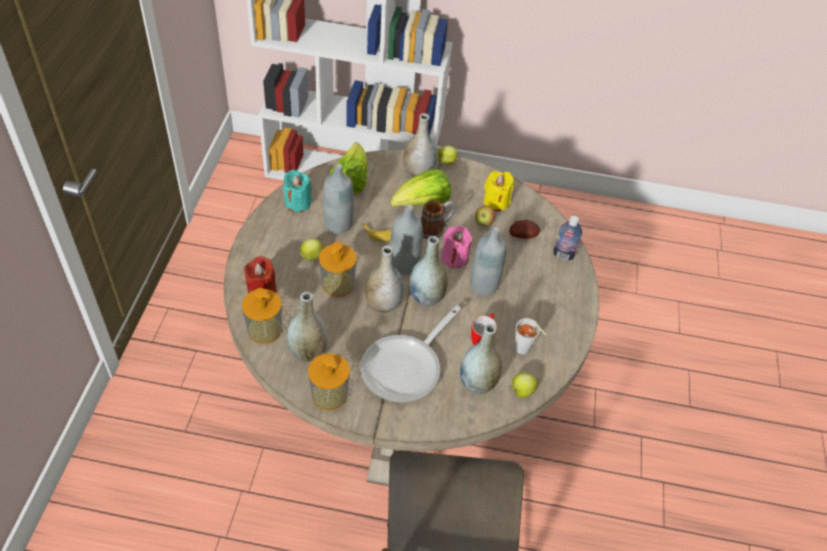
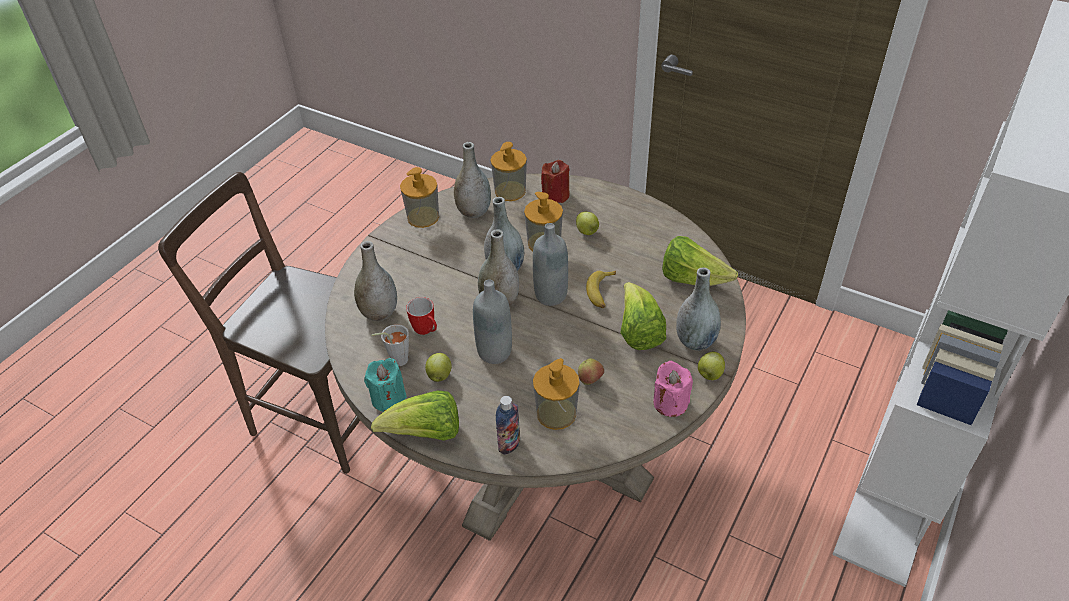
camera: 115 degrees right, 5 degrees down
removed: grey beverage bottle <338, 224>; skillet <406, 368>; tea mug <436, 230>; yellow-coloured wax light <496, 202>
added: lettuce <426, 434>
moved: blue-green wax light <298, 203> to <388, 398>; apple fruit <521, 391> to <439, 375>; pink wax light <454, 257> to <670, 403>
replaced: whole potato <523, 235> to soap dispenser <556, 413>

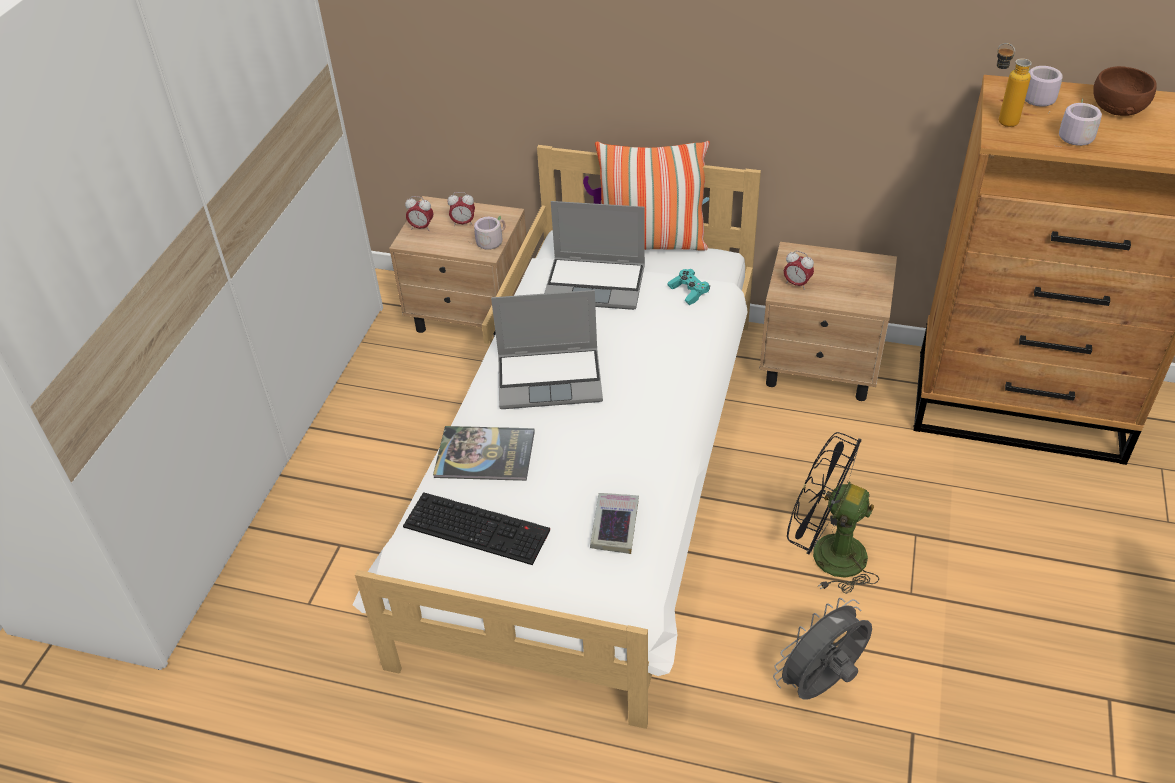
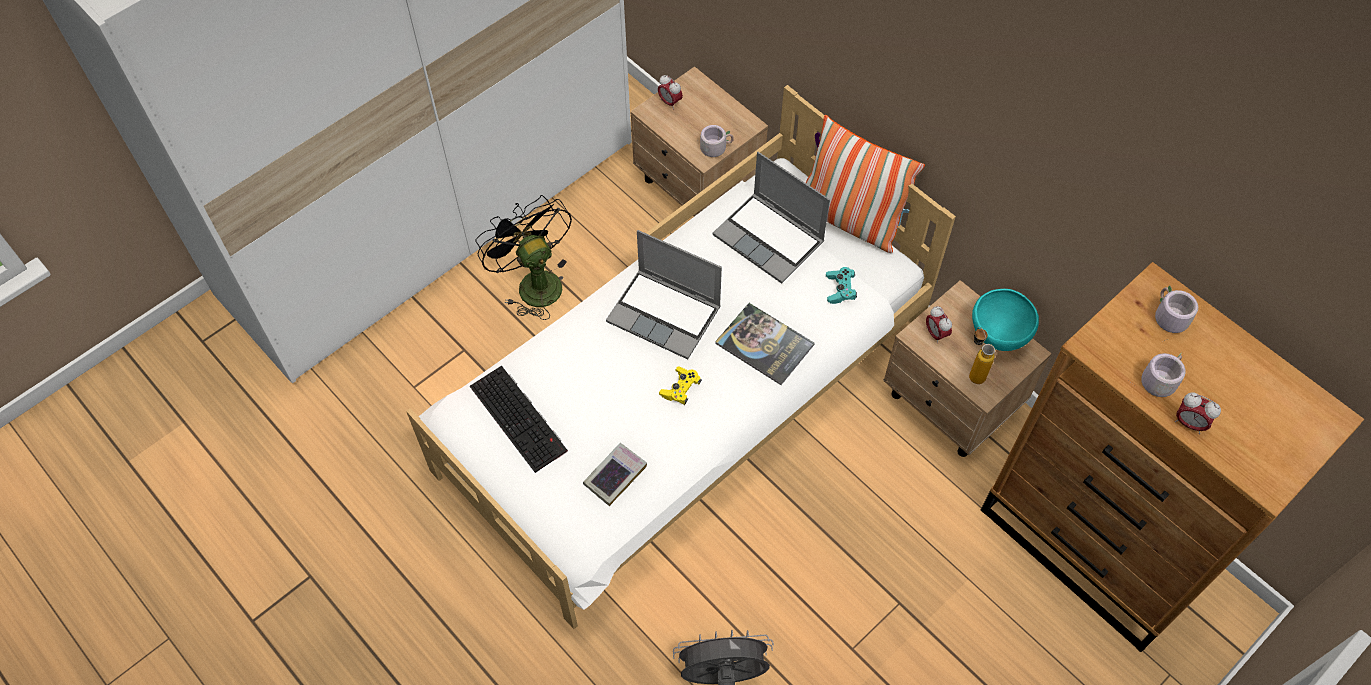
camera: 30 degrees right, 15 degrees up
removed: brown-coloured bowl <1117, 108>
added: yellow-coloured gamepad <680, 389>; blue-green bowl <997, 335>
moved: black fan <826, 554> to <533, 282>; volume <485, 454> to <764, 344>; beverage bottle <1000, 120> to <973, 372>; alarm clock <463, 223> to <1189, 423>

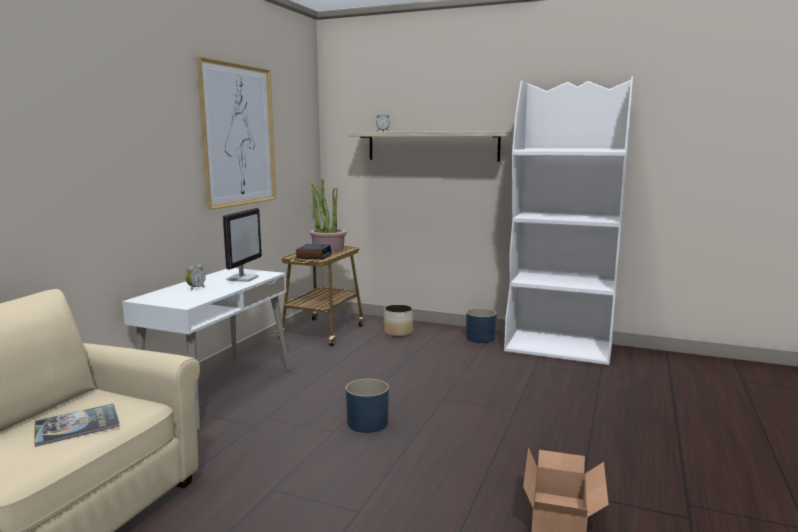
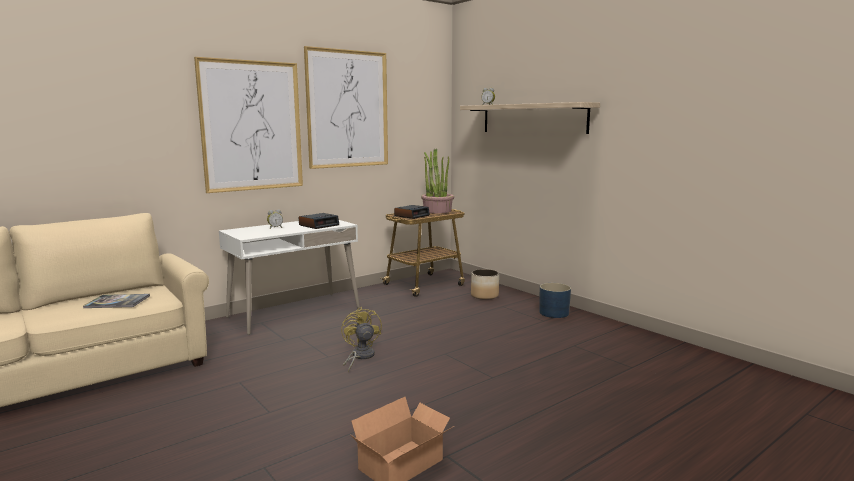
camera: 30 degrees right, 0 degrees up
removed: white-coloured shelving unit <559, 348>
added: wall art <251, 126>
replaced: computer display <242, 278> to alarm clock <319, 225>; bluish planter <367, 423> to yellow-coloured fan <360, 357>

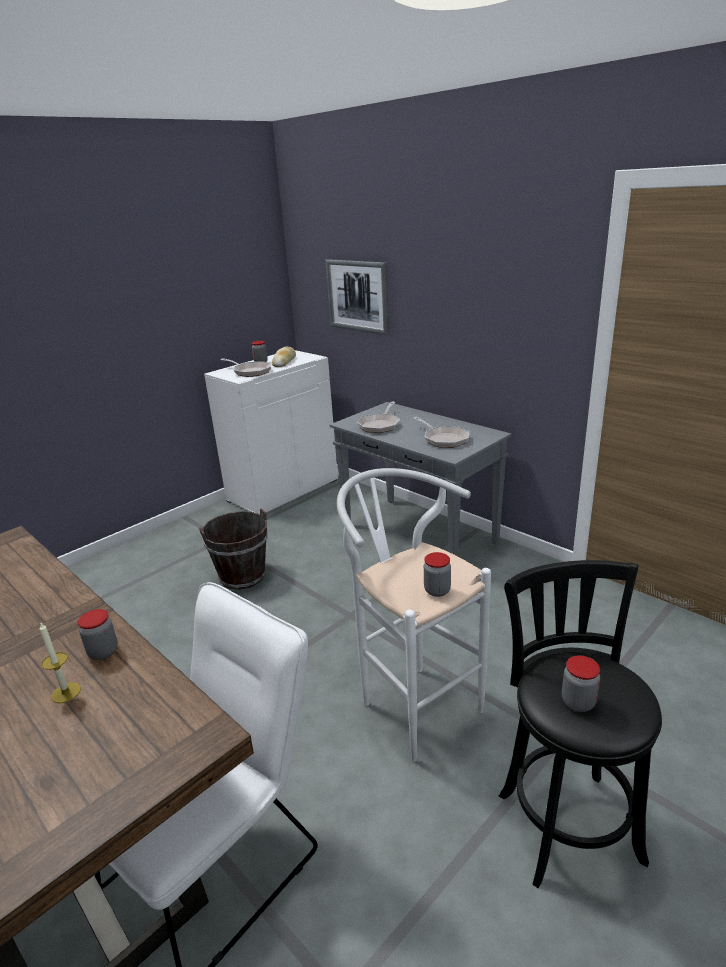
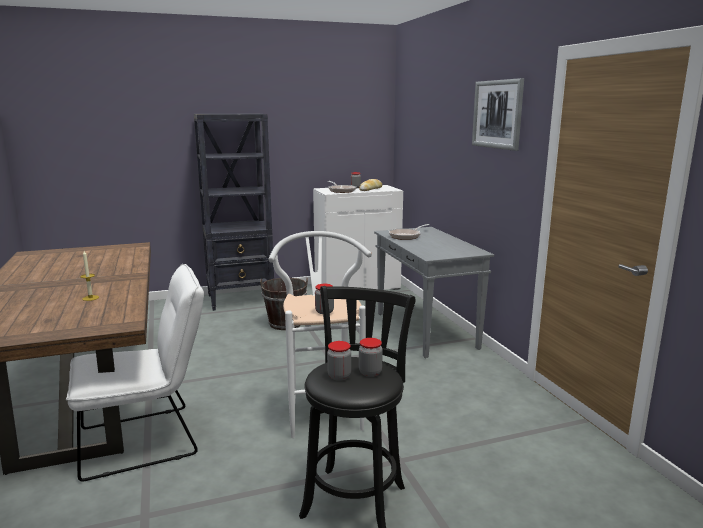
camera: 25 degrees right, 10 degrees down
removed: skillet <443, 439>
added: black shelving unit <241, 299>
moved: preserve jar <103, 652> to <370, 372>; wall art <358, 296> to <497, 114>

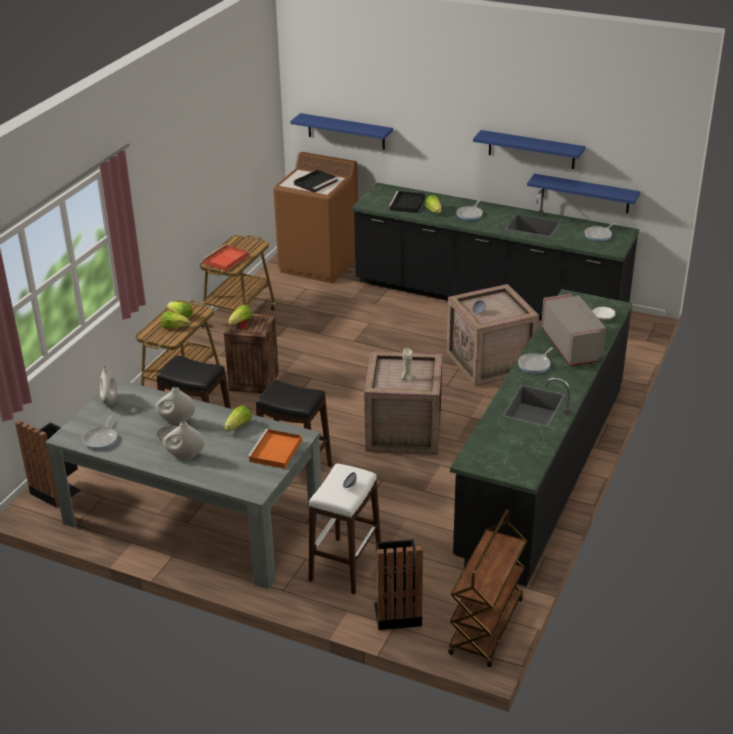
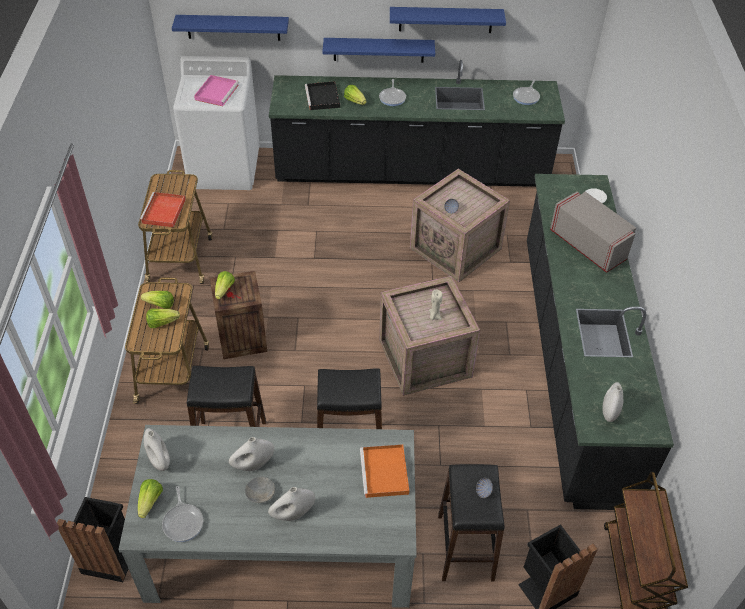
camera: 25 degrees left, 15 degrees up
removed: skillet <535, 364>
added: white-coloured flower vase <609, 412>
moved: lettuce <238, 426> to <150, 502>; bluish shelf <585, 193> to <378, 50>
recoloured: brown-coloured laundry appliance <319, 264> to white-coloured laundry appliance <225, 168>; black tray <316, 182> to pink tray <217, 92>; white-coloured stool seat <345, 566> to black stool seat <465, 548>

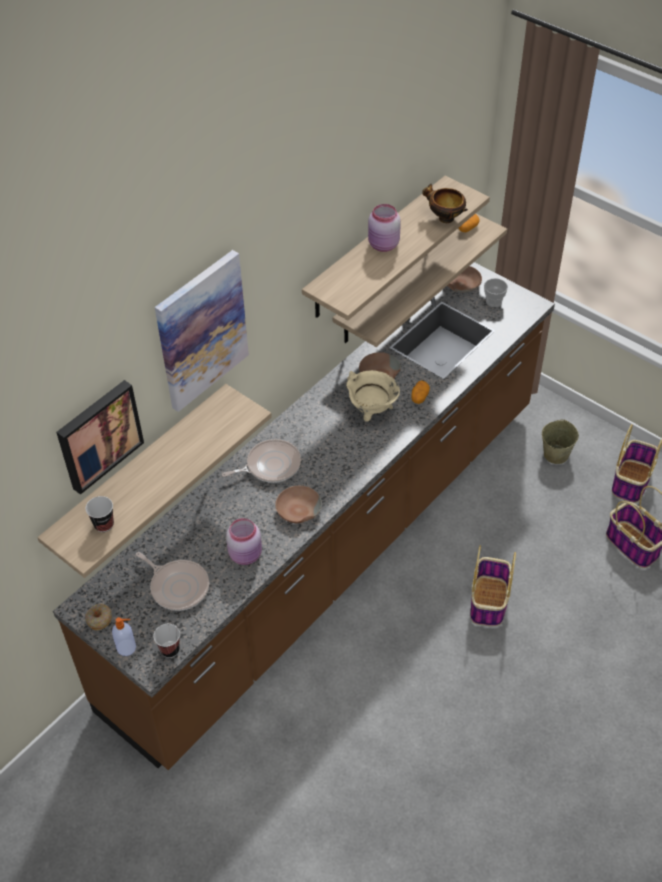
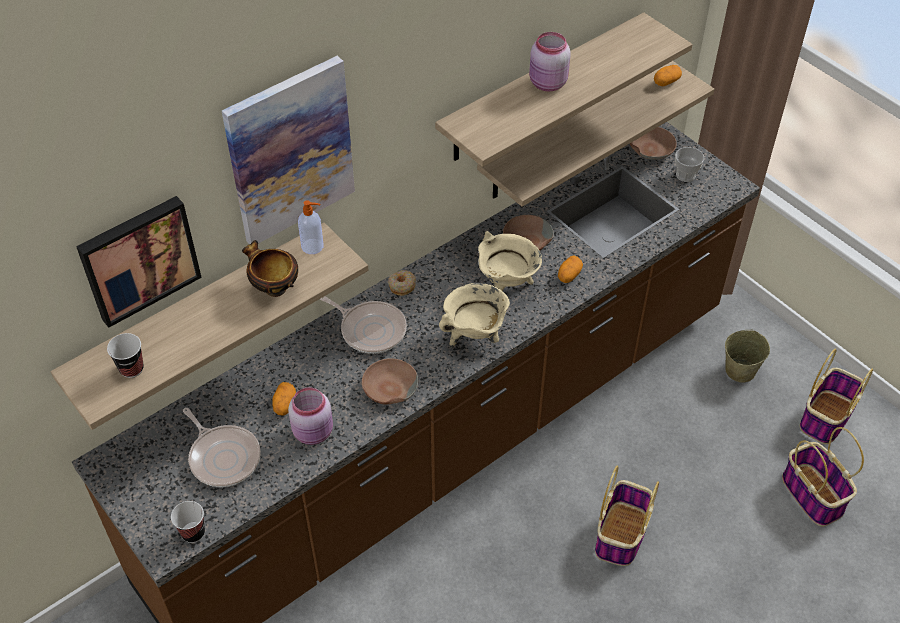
camera: 10 degrees right, 0 degrees up
added: whole potato <284, 404>; beige stockpot <475, 336>
moved: bowl <444, 218> to <273, 288>; soap dispenser <127, 647> to <313, 246>; donut <99, 619> to <402, 286>
turned: skillet <270, 465> = <370, 329> 45 degrees clockwise

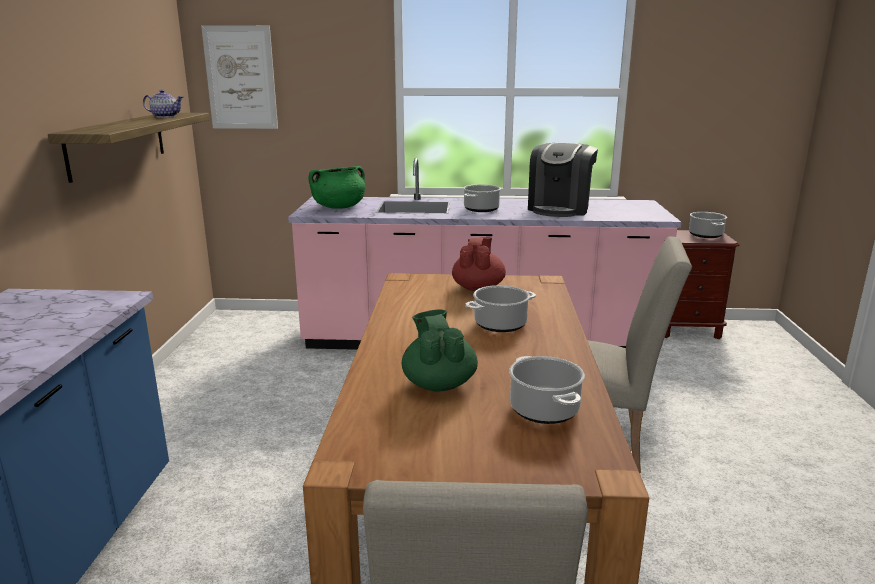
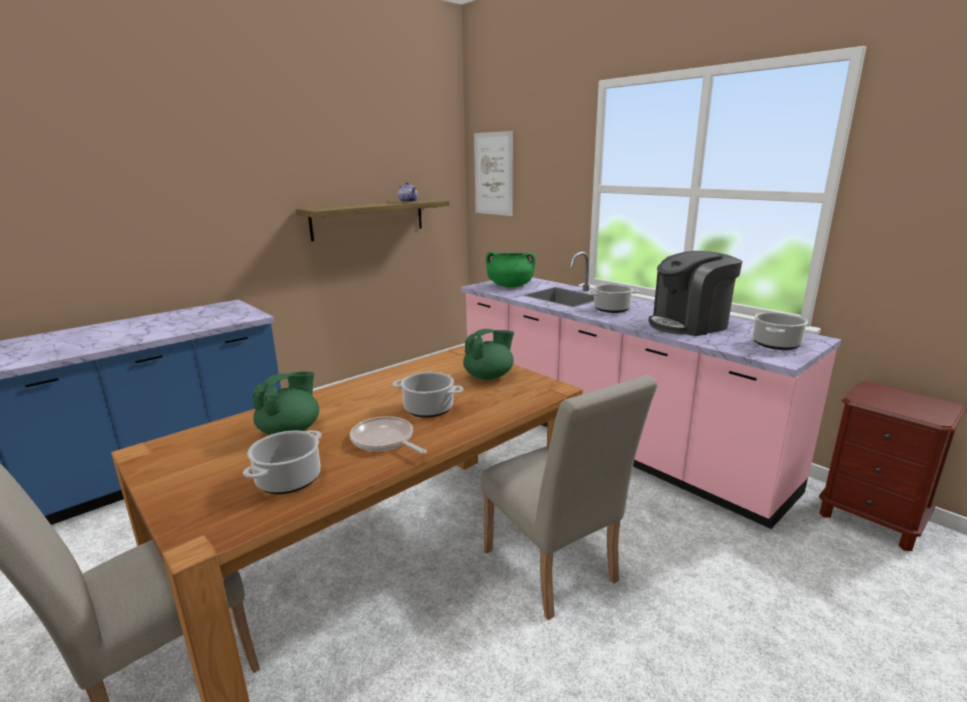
camera: 45 degrees right, 0 degrees up
added: skillet <385, 440>
moved: stockpot <705, 235> to <775, 344>
recoloured: red-coloured teapot <478, 288> to greenish teapot <489, 376>

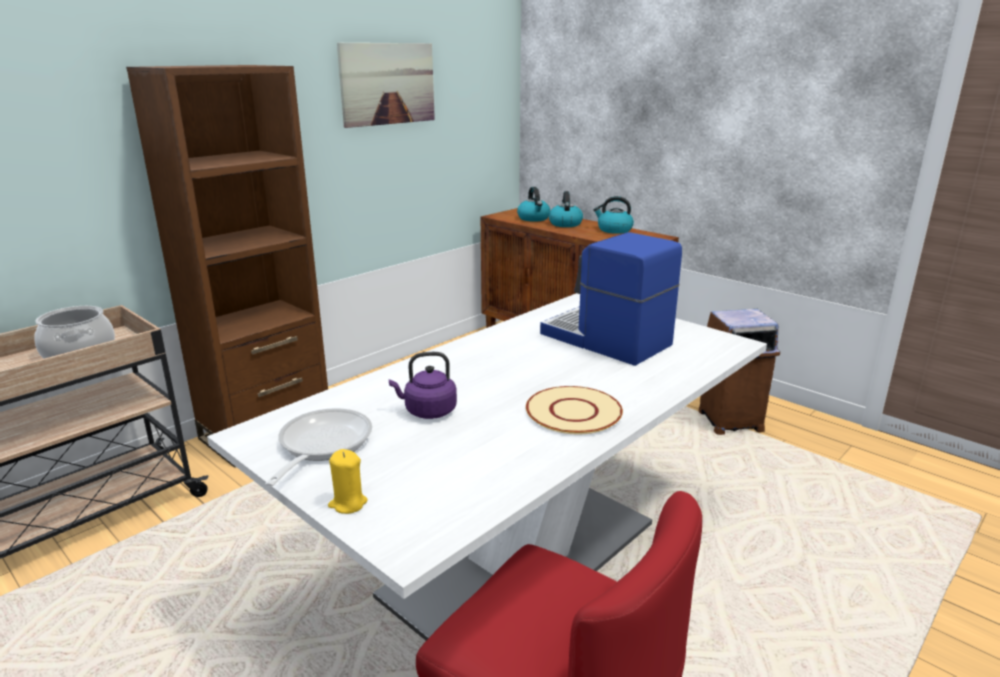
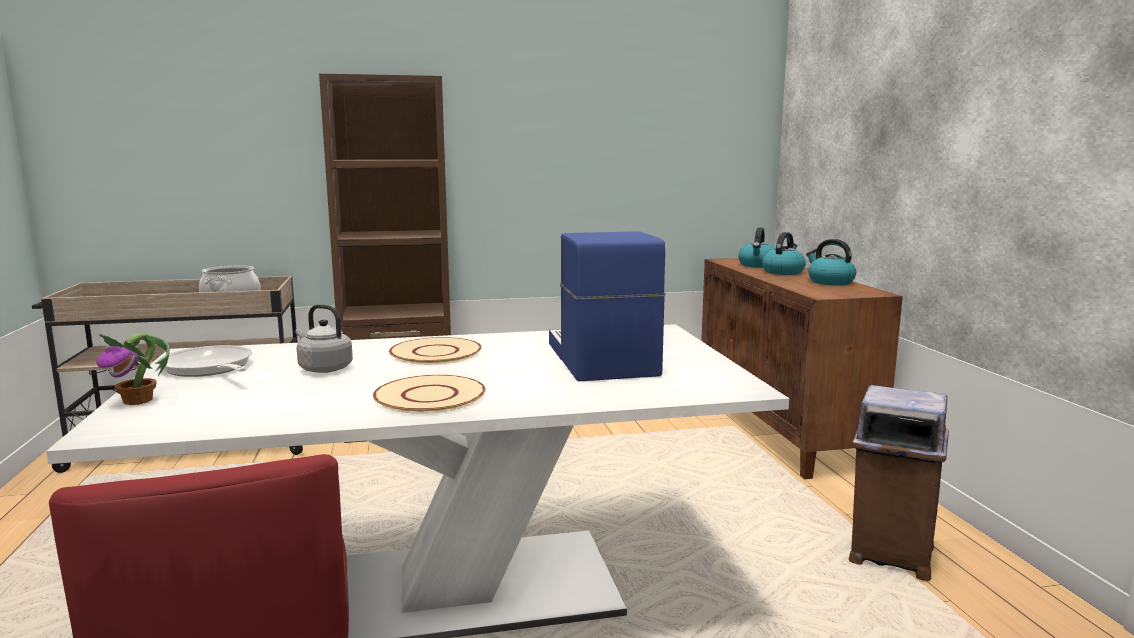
camera: 35 degrees right, 10 degrees down
removed: wall art <388, 84>
added: beige flat dish <436, 353>
replaced: yellow-coloured wax light <348, 503> to potted plant <139, 401>
recoloured: purplish water kettle <427, 411> to grey water kettle <323, 368>
turned: skillet <321, 445> = <209, 369> 90 degrees counterclockwise

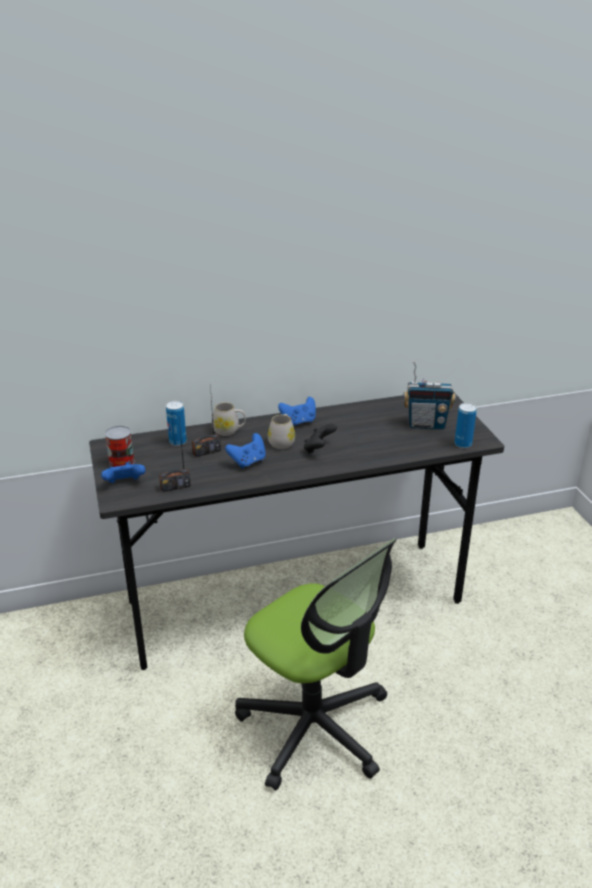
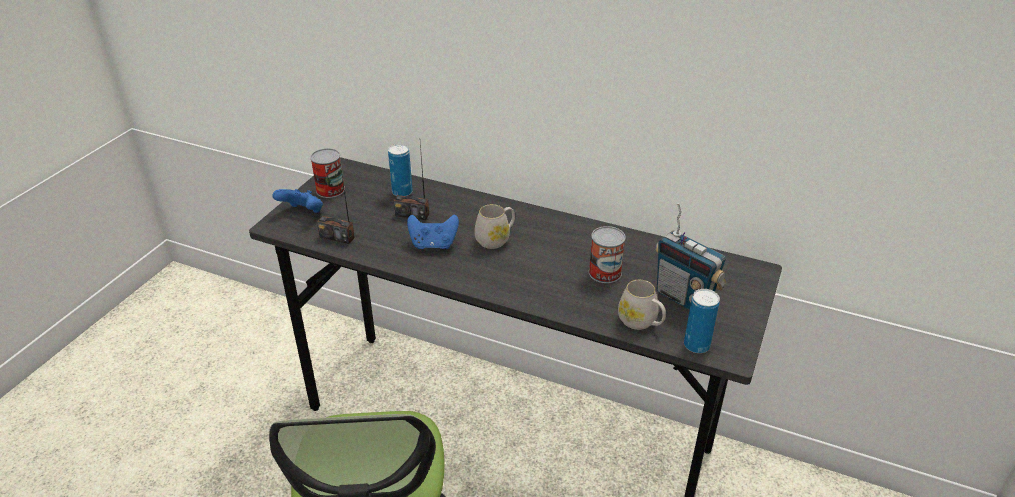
camera: 40 degrees right, 5 degrees up
removed: bluish gamepad <299, 422>; black gamepad <318, 449>
added: sealed can <605, 272>
moved: white-coloured tea mug <229, 431> to <641, 322>

